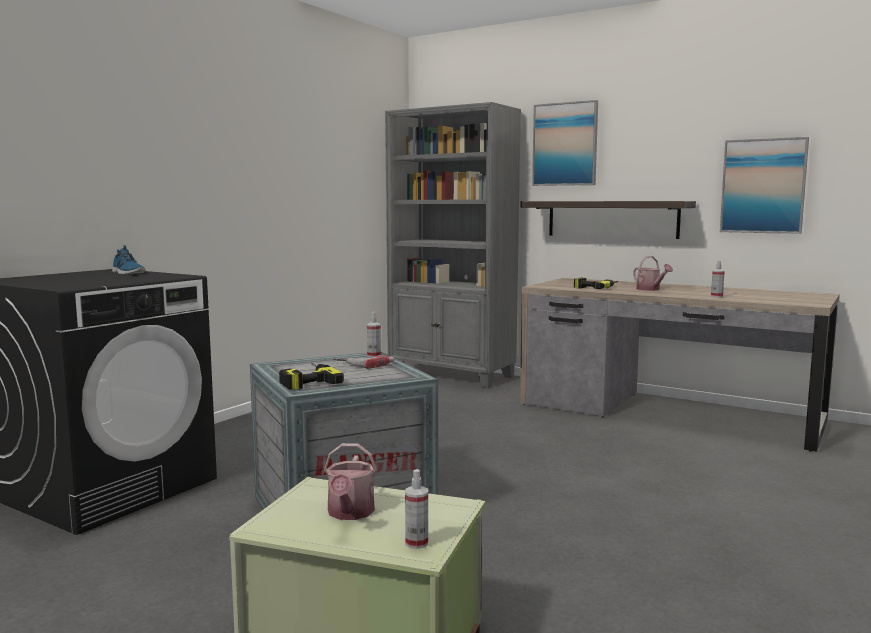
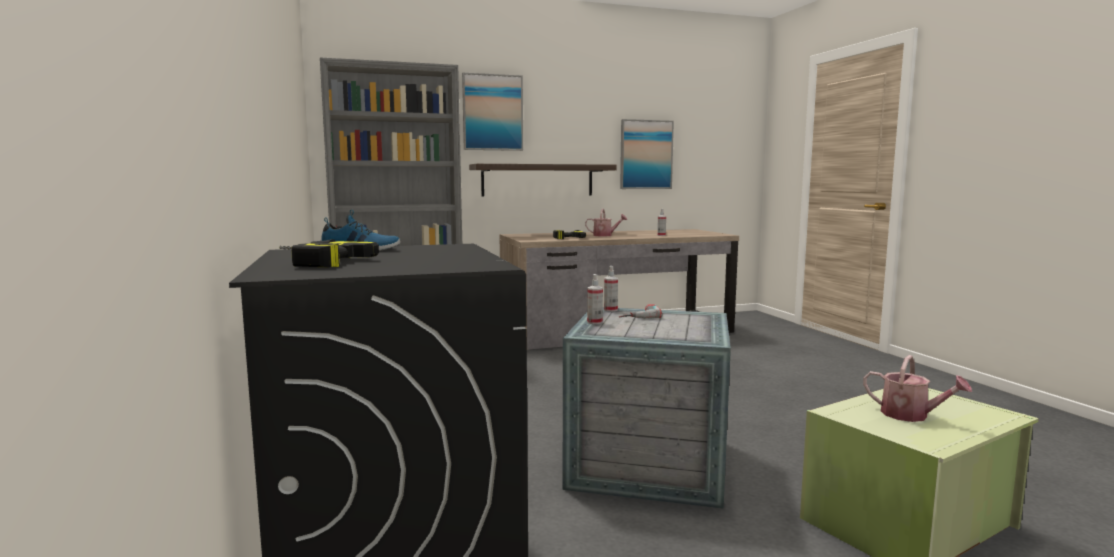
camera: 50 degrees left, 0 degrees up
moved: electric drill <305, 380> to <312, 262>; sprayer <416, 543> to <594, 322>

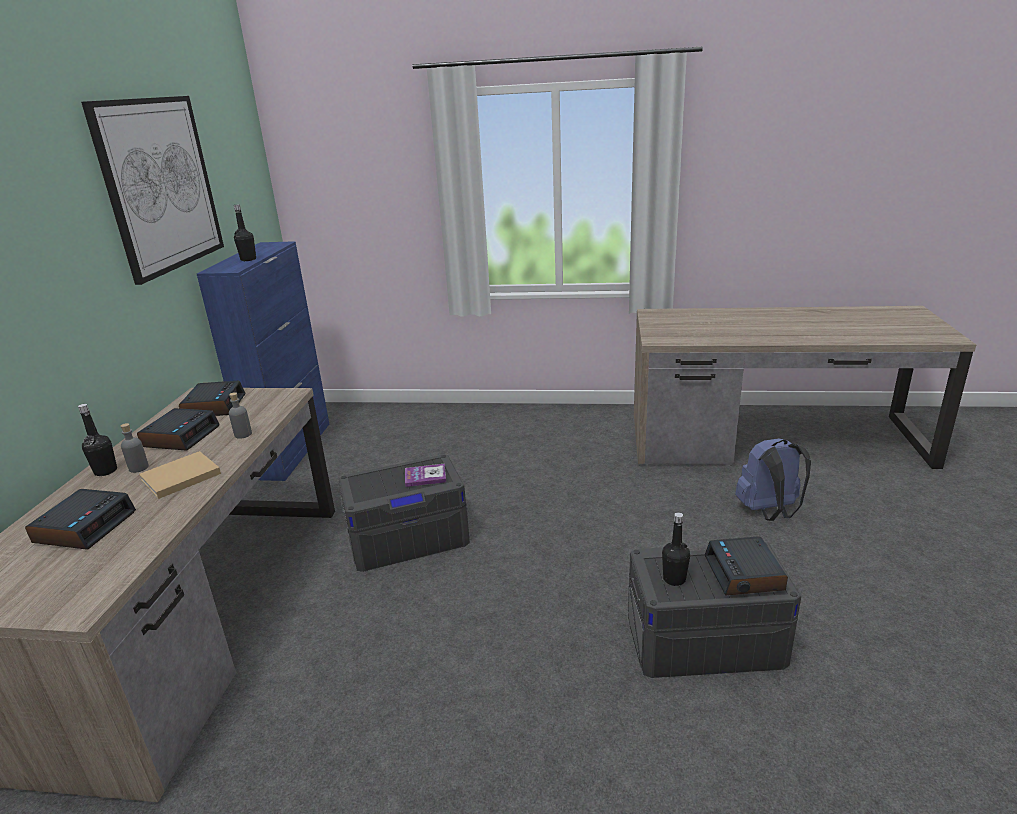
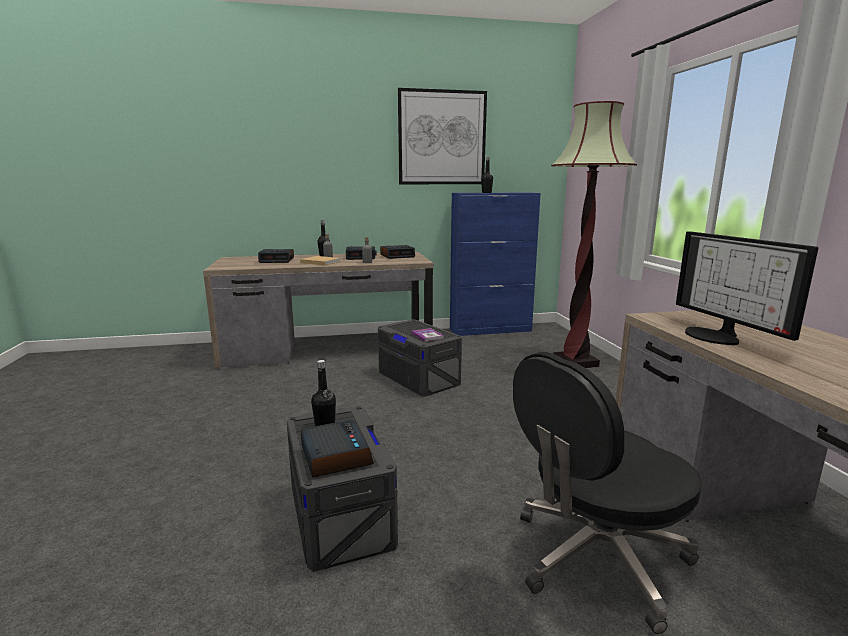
camera: 70 degrees right, 10 degrees down
added: standing lamp <575, 362>; computer display <716, 336>
replaced: bluish rucksack <769, 512> to black computer chair <596, 558>
turned: alarm clock <745, 574> = <335, 455> 90 degrees clockwise

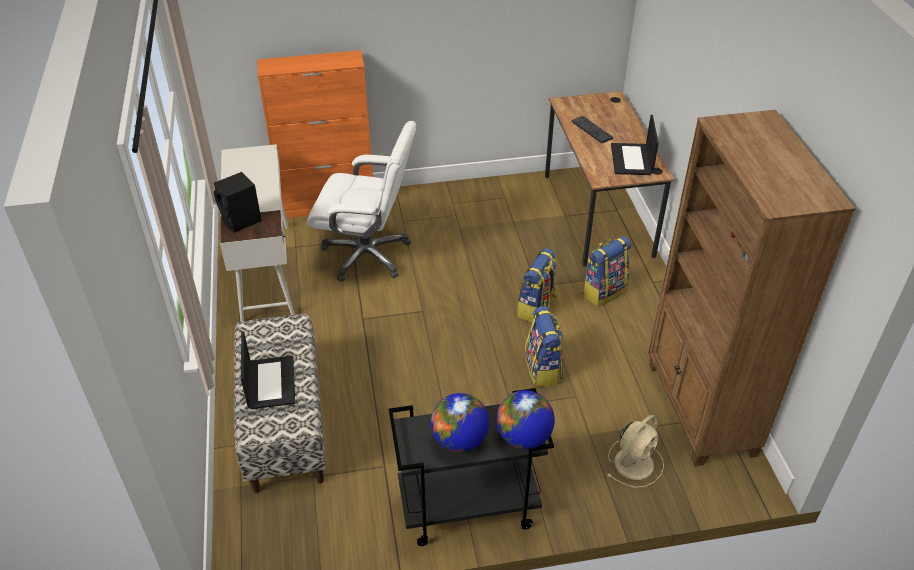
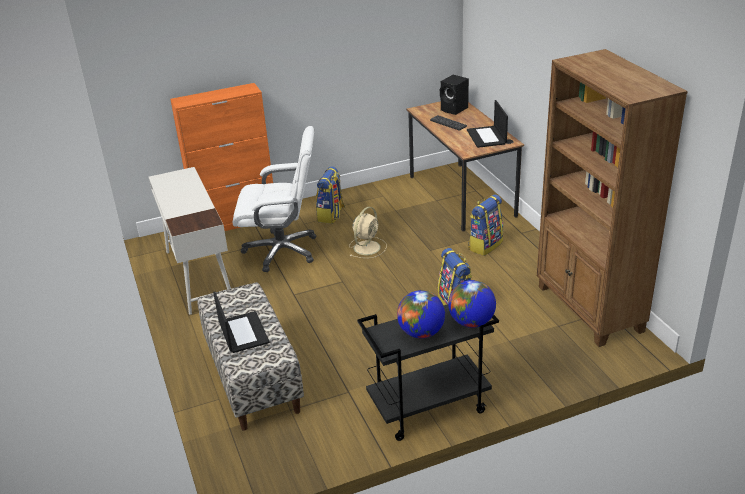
camera: 10 degrees left, 10 degrees down
moved: rucksack <536, 308> to <331, 215>; beige fan <635, 462> to <367, 247>; black audio speaker <241, 221> to <455, 109>

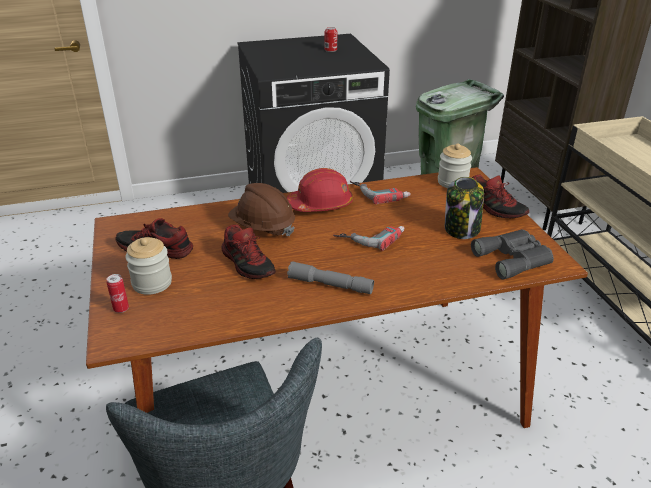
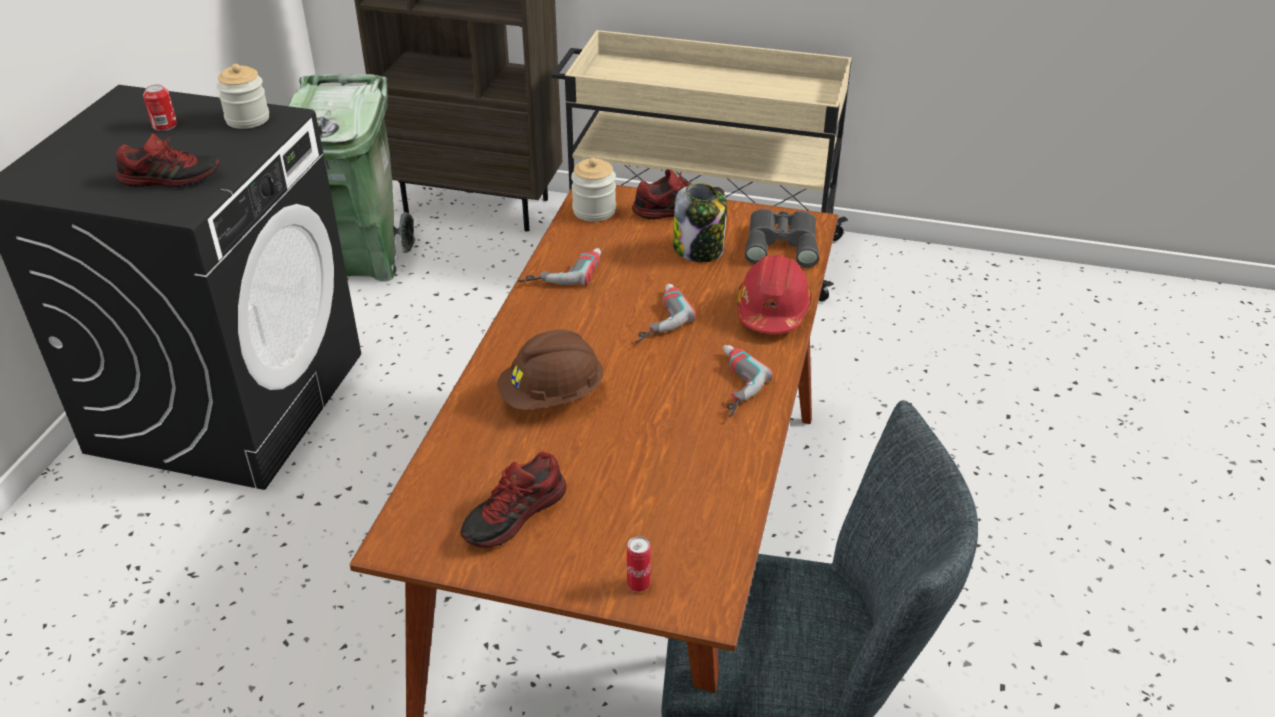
camera: 60 degrees left, 5 degrees up
moved: shoe <249, 264> to <170, 178>; preserve jar <152, 283> to <247, 119>; red-coloured hard hat <321, 204> to <772, 310>
replaced: grey hand torch <330, 285> to electric drill <728, 385>

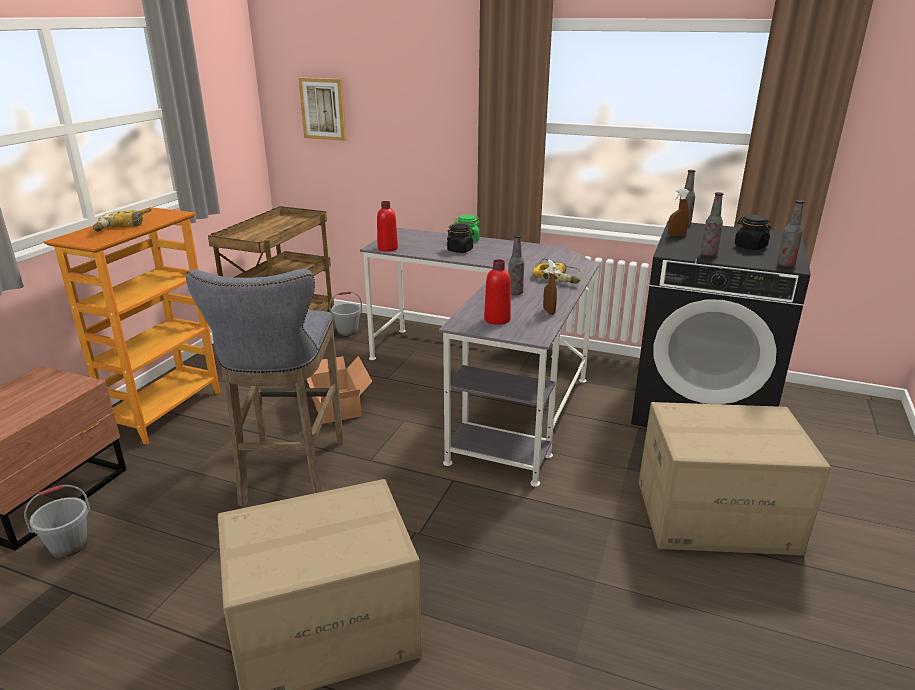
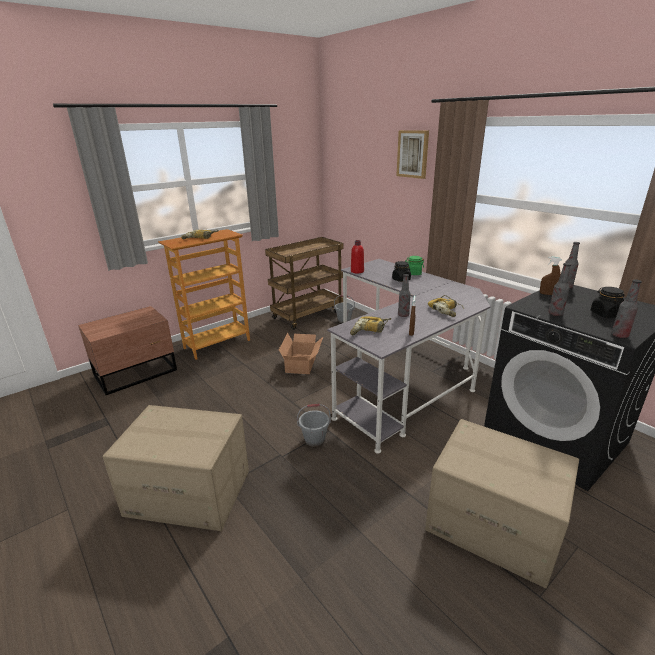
camera: 30 degrees right, 0 degrees up
removed: grey stool seat <291, 475>
moved: grey pail <69, 546> to <314, 440>; wall art <324, 109> to <413, 154>
replaced: red-coloured beverage bottle <497, 319> to electric drill <370, 331>

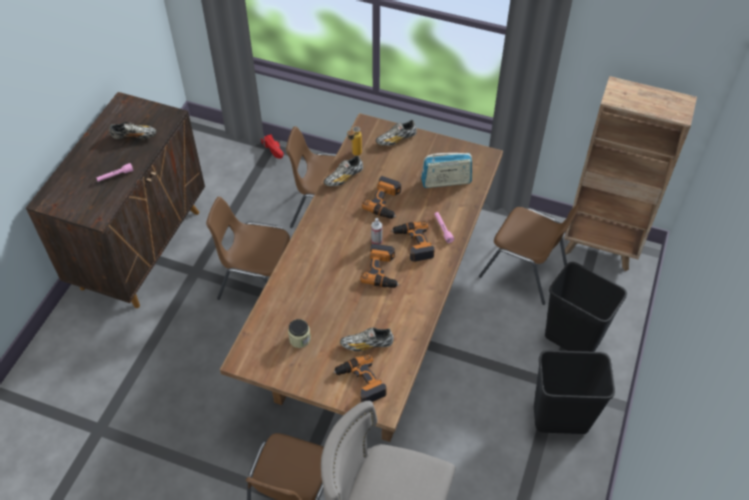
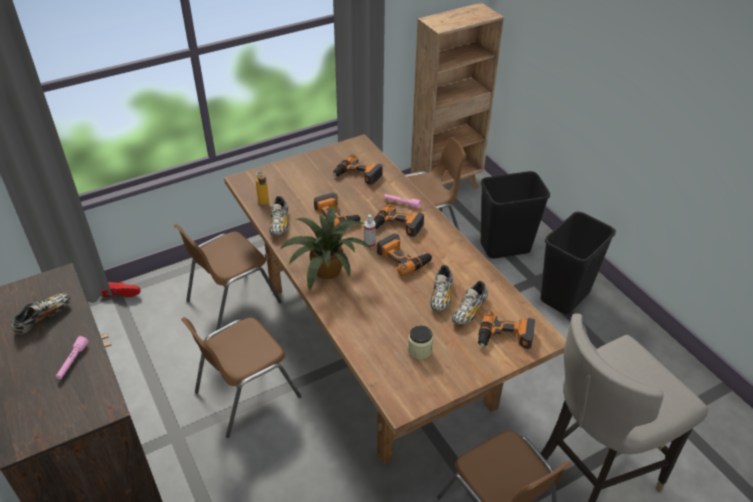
camera: 50 degrees left, 10 degrees down
added: potted plant <328, 272>
moved: shoe <396, 139> to <441, 296>
replaced: radio set <446, 181> to electric drill <357, 175>

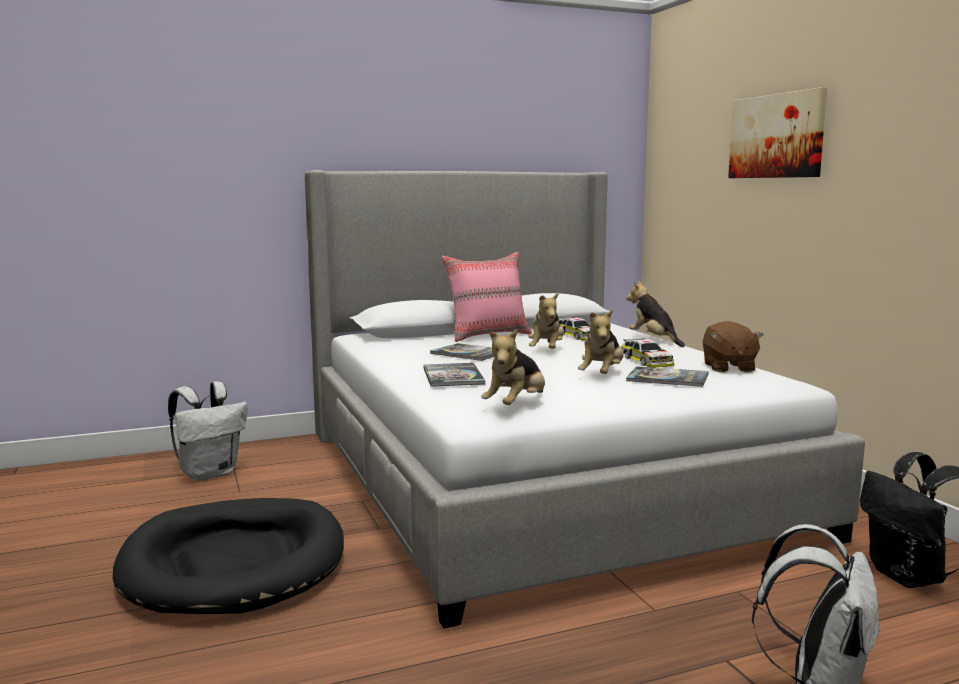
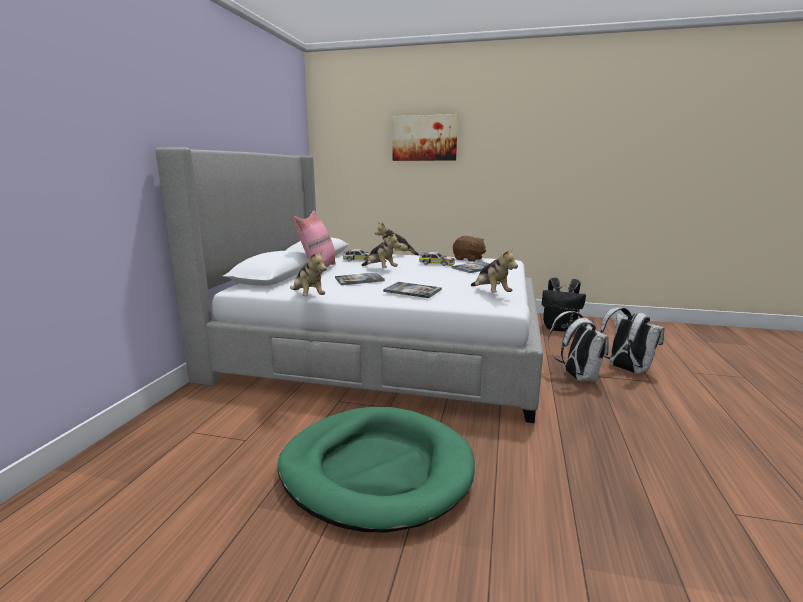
camera: 55 degrees left, 5 degrees up
moved: soft toy <602, 375> to <308, 297>; white-coloured rucksack <210, 473> to <577, 377>
recoloured: black pet bed <234, 562> to greenish pet bed <376, 470>

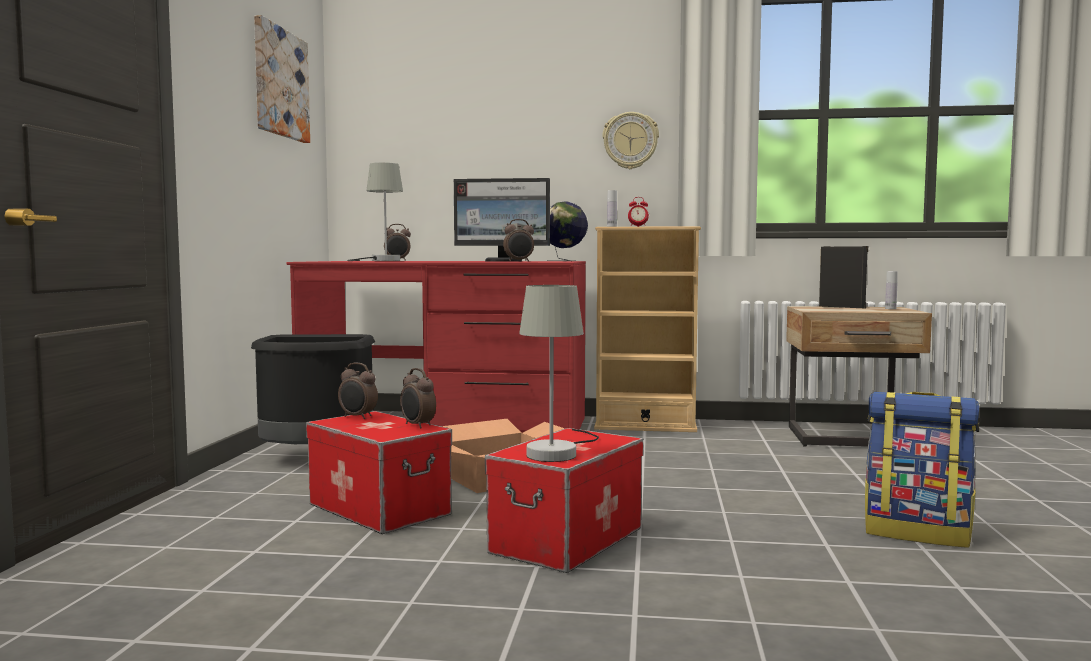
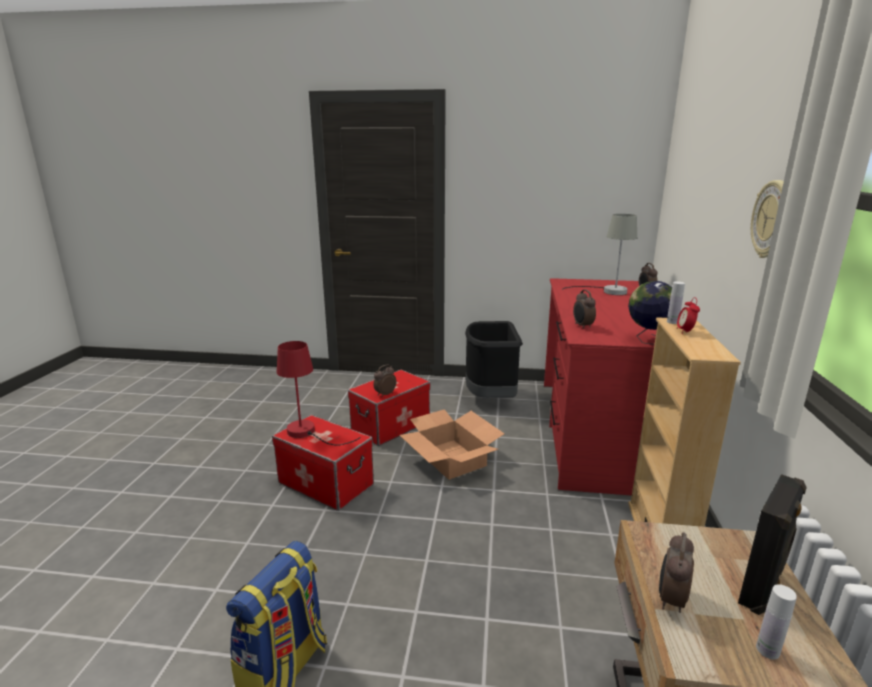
camera: 90 degrees right, 15 degrees up
removed: wall art <280, 83>; computer display <503, 261>
moved: alarm clock <357, 417> to <670, 599>
recoloured: grey lamp for a table <558, 452> to red-coloured lamp for a table <308, 433>

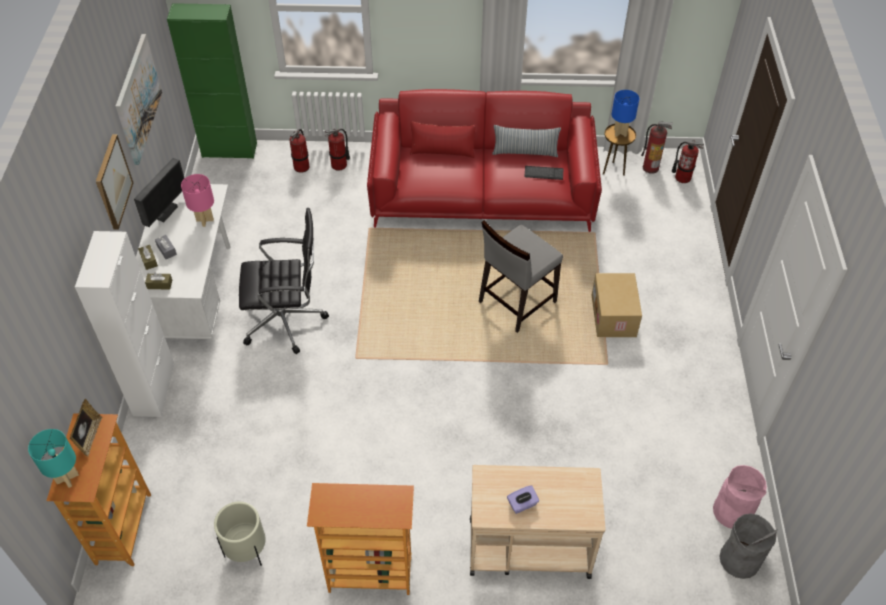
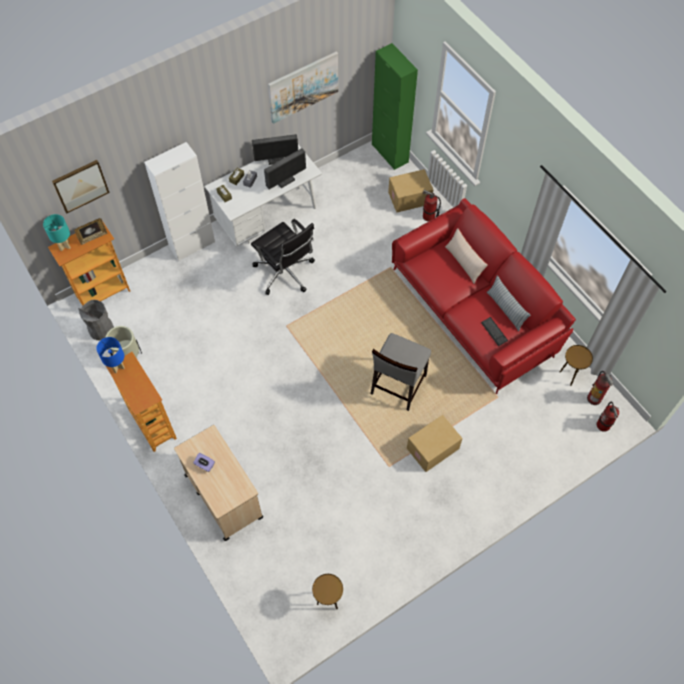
camera: 55 degrees right, 10 degrees up
moved: wall art <112, 182> to <80, 185>; grey trash can <739, 559> to <101, 329>; bluish lamp for a table <620, 133> to <117, 367>
replaced: pink lamp for a table <204, 220> to computer display <286, 182>; pink trash can <732, 511> to brown-coloured side table <328, 600>; fire extinguisher <302, 167> to packing box <409, 198>
recoloured: red-coloured pillow <442, 150> to beige pillow <464, 262>
turned: grey chair <516, 302> = <397, 385> 75 degrees counterclockwise

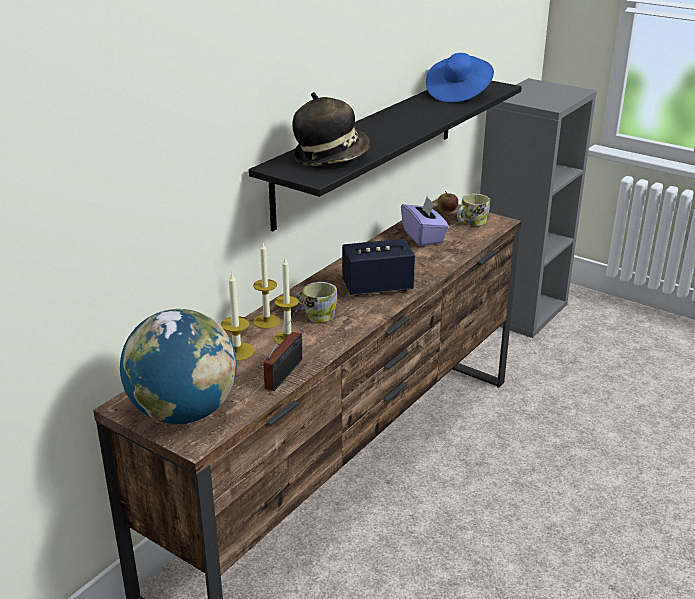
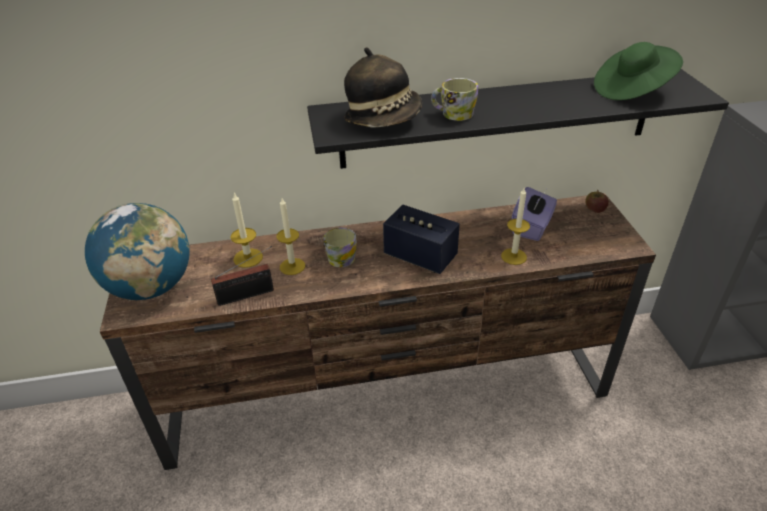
camera: 45 degrees right, 10 degrees up
moved: tea mug <471, 222> to <453, 114>; wax light <266, 321> to <513, 256>
recoloured: bluish clothing hat <458, 94> to greenish clothing hat <632, 90>

